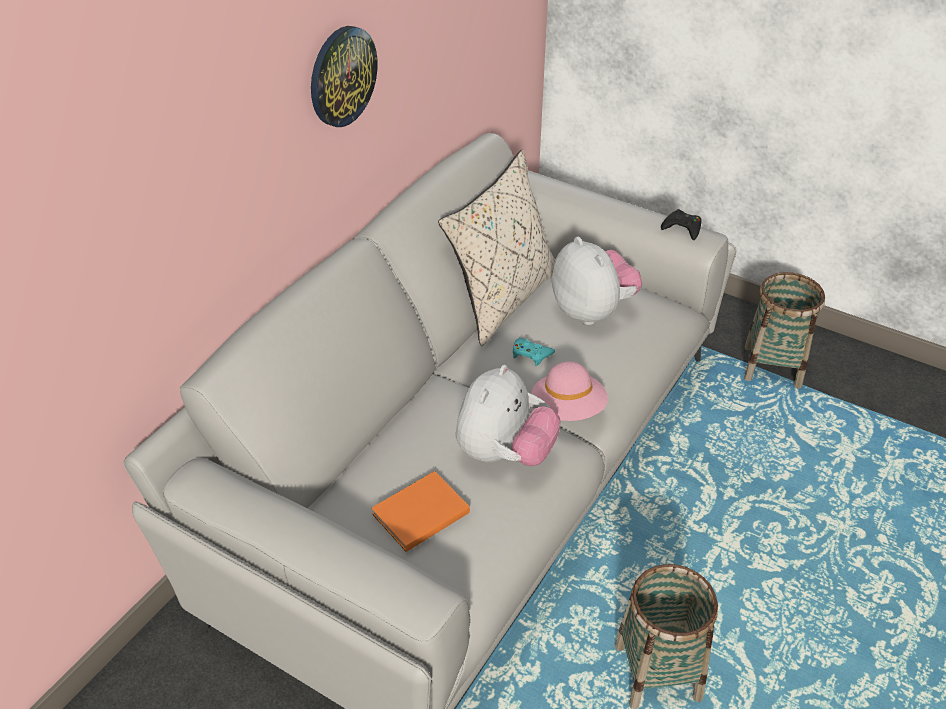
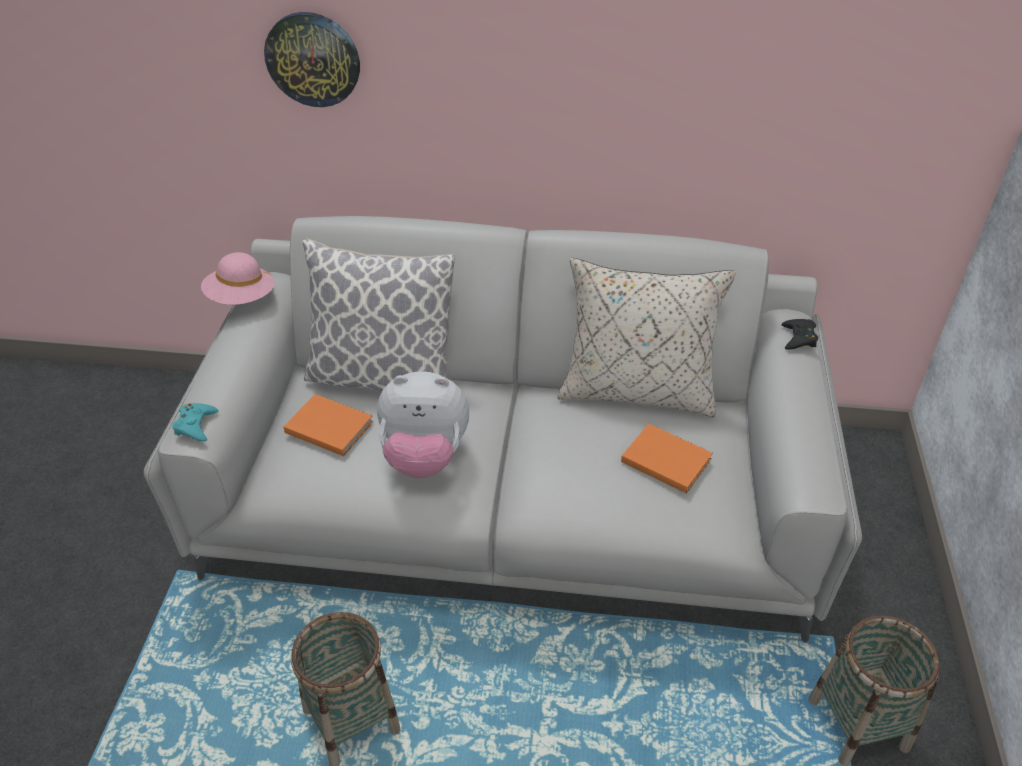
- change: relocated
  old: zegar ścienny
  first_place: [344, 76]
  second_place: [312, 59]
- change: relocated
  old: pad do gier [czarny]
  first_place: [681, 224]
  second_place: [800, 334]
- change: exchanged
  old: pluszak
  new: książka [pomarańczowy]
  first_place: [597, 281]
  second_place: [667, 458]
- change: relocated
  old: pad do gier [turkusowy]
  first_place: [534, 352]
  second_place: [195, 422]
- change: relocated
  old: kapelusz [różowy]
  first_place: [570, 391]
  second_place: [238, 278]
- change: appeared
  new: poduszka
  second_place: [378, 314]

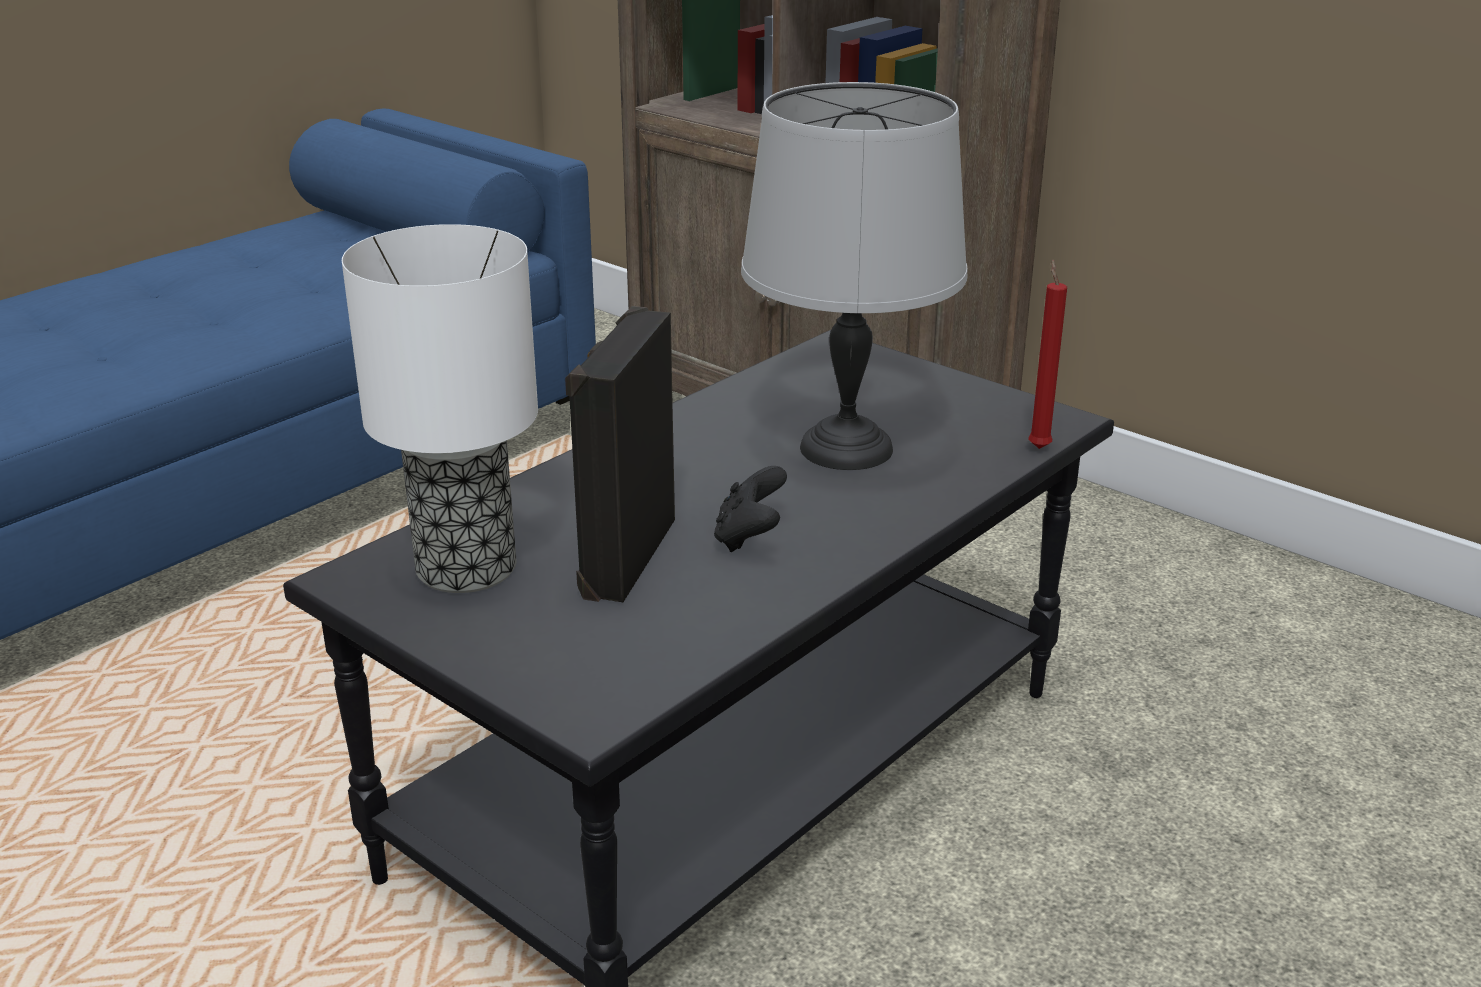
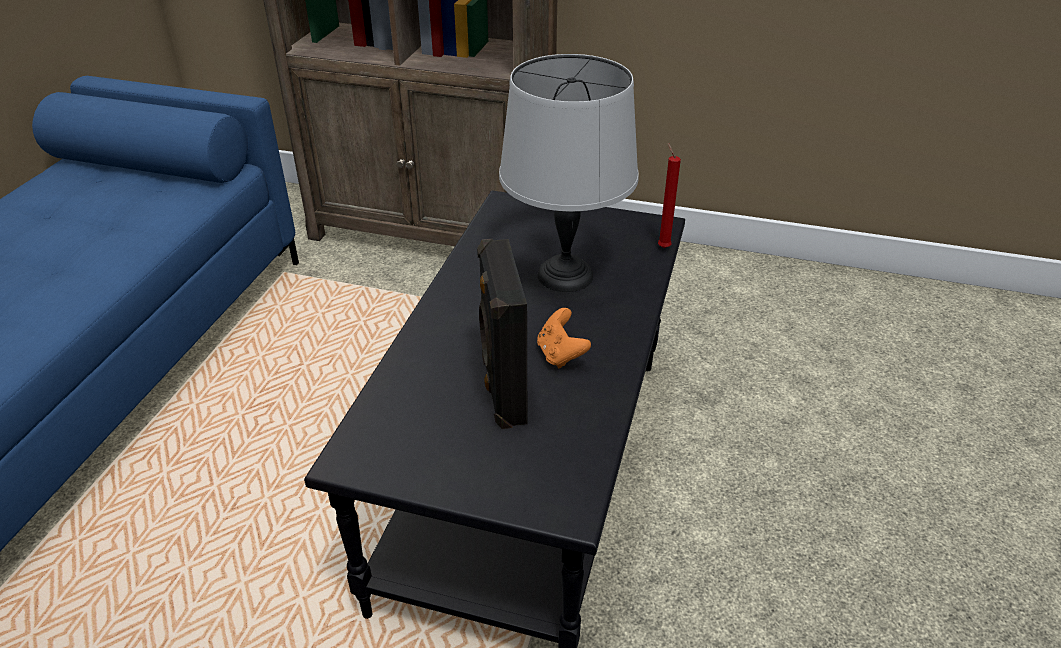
- change: missing
  old: lampa stołowa
  first_place: [440, 408]
- change: colour
  old: pad do gier [czarny]
  new: pad do gier [pomarańczowy]
  first_place: [750, 509]
  second_place: [564, 338]

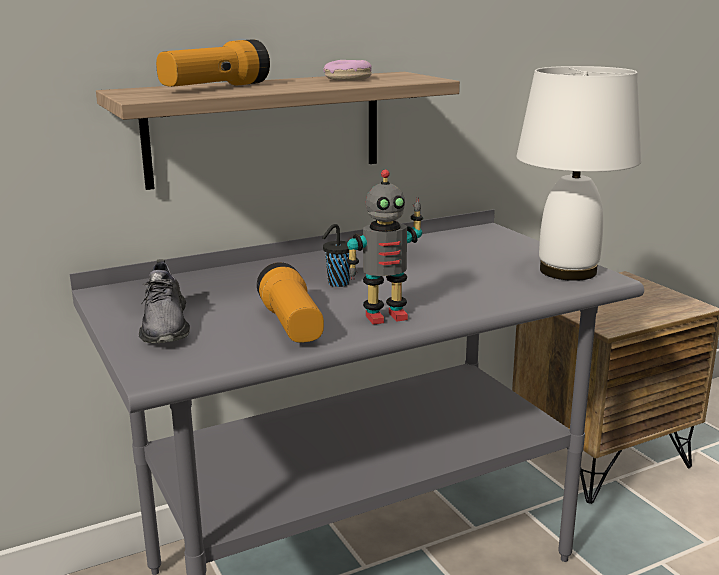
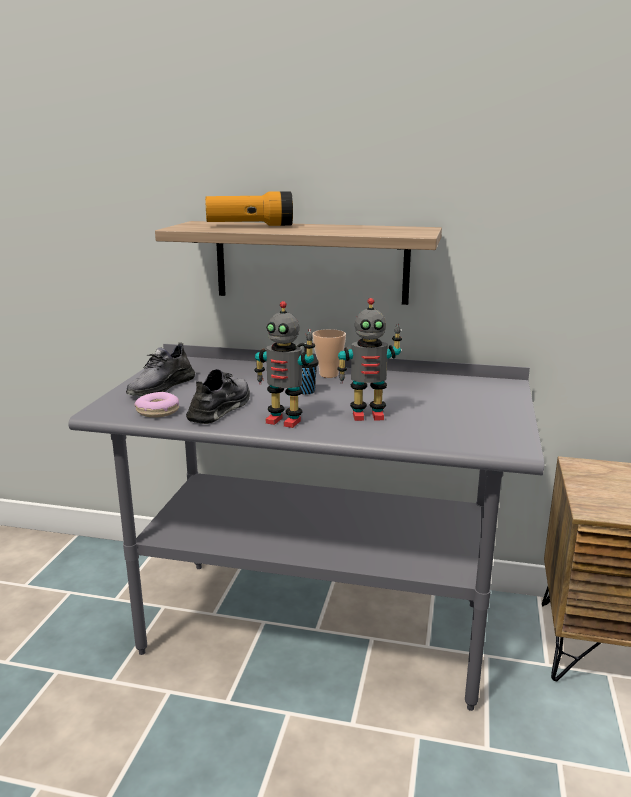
- change: relocated
  old: donut
  first_place: [347, 70]
  second_place: [156, 405]
- change: missing
  old: lampa stołowa [biały]
  first_place: [578, 173]
- change: exchanged
  old: latarka
  new: but [szary]
  first_place: [290, 302]
  second_place: [218, 396]
- change: appeared
  new: robot zabawkowy
  second_place: [369, 359]
- change: appeared
  new: filiżanka
  second_place: [329, 353]

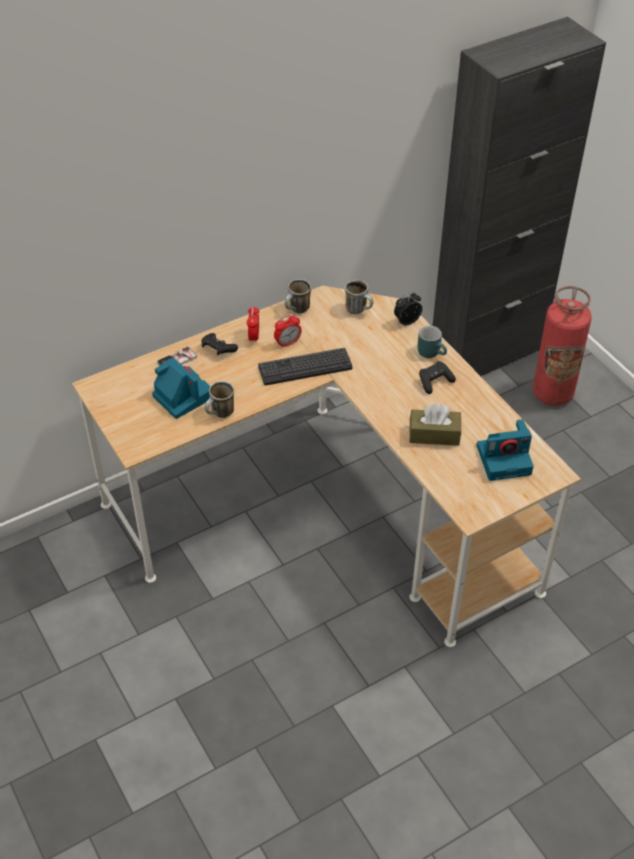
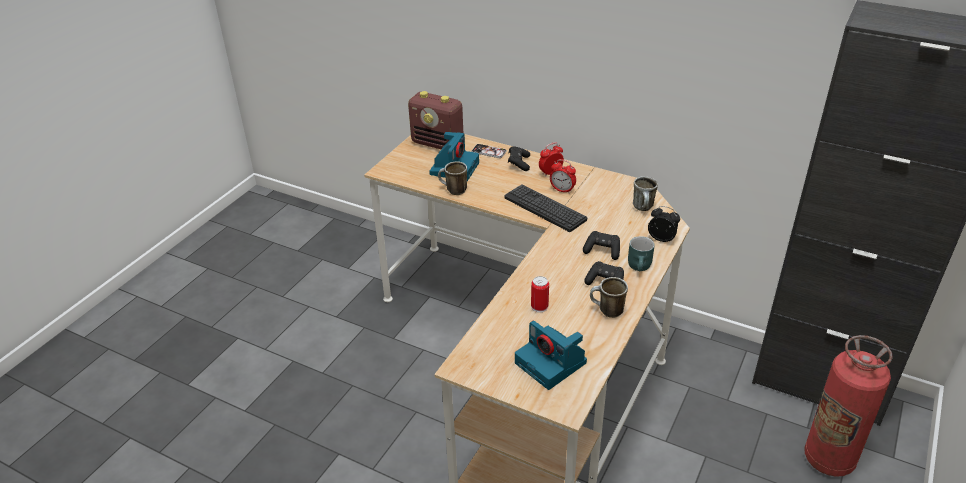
- change: relocated
  old: kubek
  first_place: [298, 296]
  second_place: [609, 297]
- change: exchanged
  old: pudełko chusteczek [brązowy]
  new: puszka
  first_place: [435, 425]
  second_place: [540, 294]
- change: appeared
  new: radio
  second_place: [435, 120]
- change: appeared
  new: pad do gier [czarny]
  second_place: [601, 245]

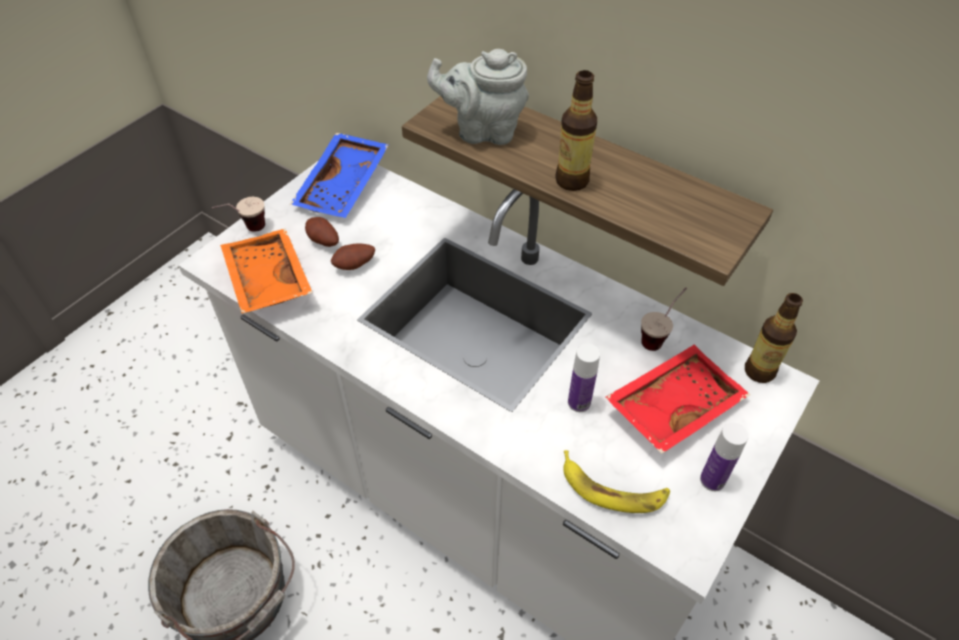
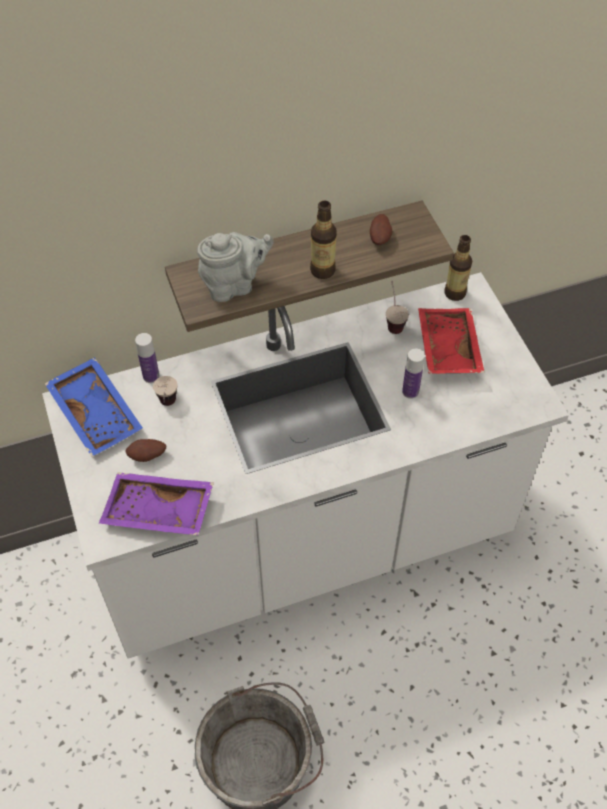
- change: spun
  old: imbryk [szary]
  first_place: [478, 97]
  second_place: [235, 267]
  degrees: -150
- change: relocated
  old: filiżanka
  first_place: [238, 214]
  second_place: [165, 391]
- change: colour
  old: taca [pomarańczowy]
  new: taca [fioletowy]
  first_place: [266, 271]
  second_place: [156, 504]
- change: relocated
  old: ziemniak
  first_place: [353, 256]
  second_place: [381, 229]
- change: relocated
  old: butelka
  first_place: [724, 457]
  second_place: [147, 358]
- change: missing
  old: banan
  first_place: [616, 481]

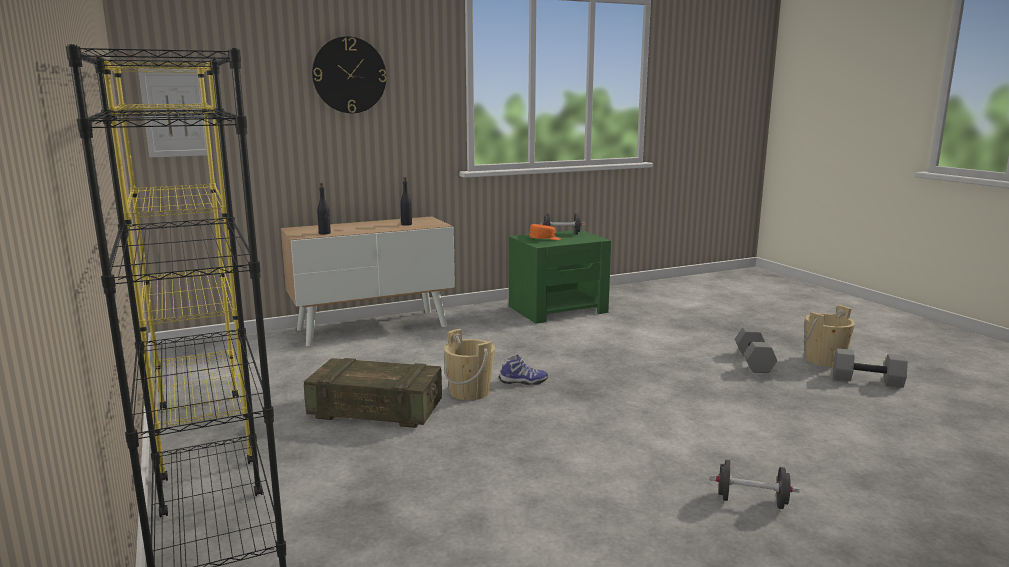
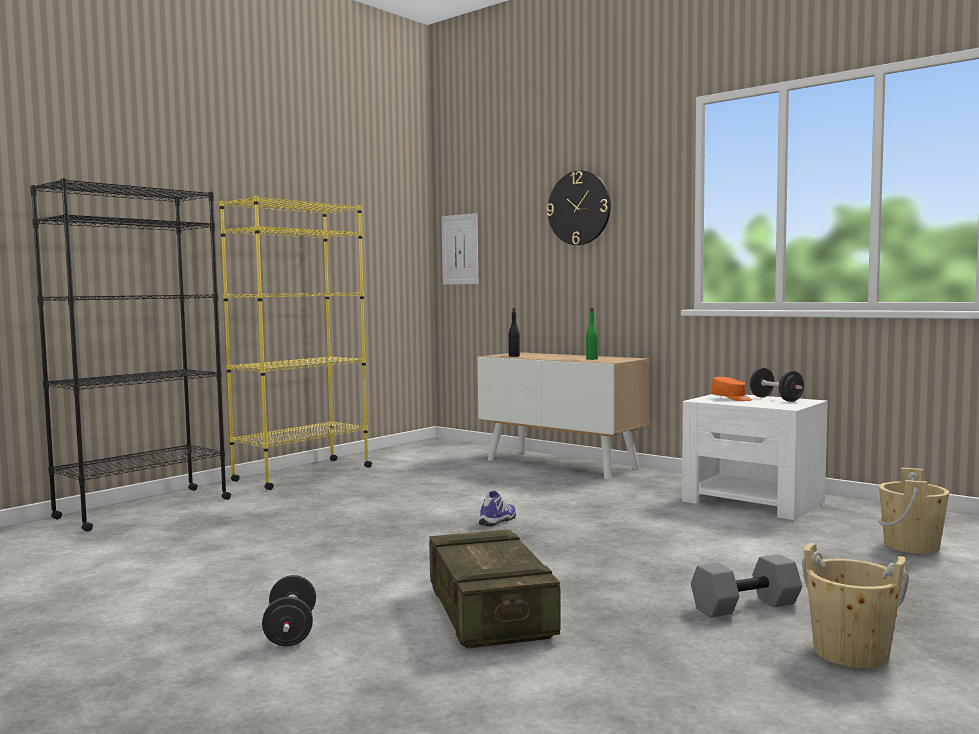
- change: colour
  old: butelka [czarny]
  new: butelka [zielony]
  first_place: [406, 201]
  second_place: [592, 334]
- change: colour
  old: szafka nocna [zielony]
  new: szafka nocna [biały]
  first_place: [560, 276]
  second_place: [755, 457]
- change: relocated
  old: wiadro [beżowy]
  first_place: [469, 364]
  second_place: [913, 511]
- change: missing
  old: hantel [szary]
  first_place: [870, 368]
- change: spun
  old: but
  first_place: [523, 370]
  second_place: [497, 509]
  degrees: -120
- change: relocated
  old: skrzynka
  first_place: [373, 393]
  second_place: [495, 589]

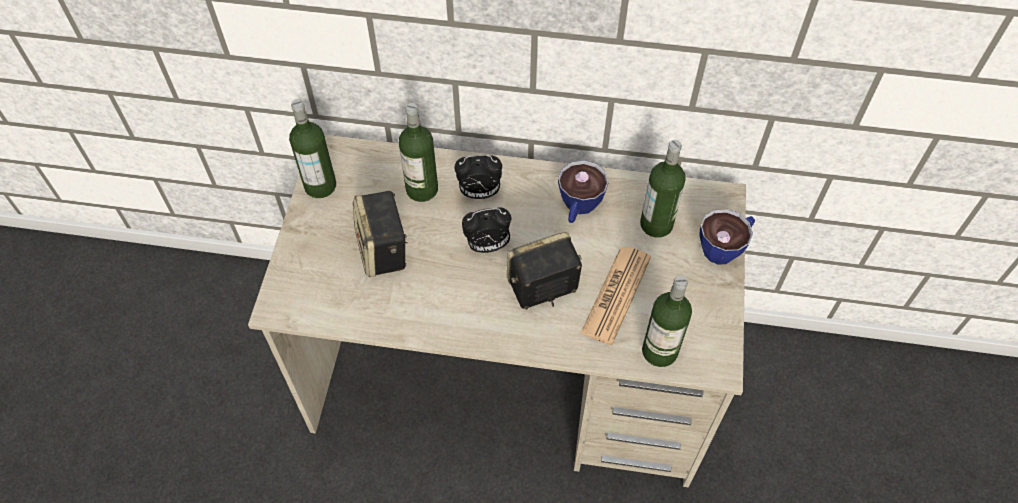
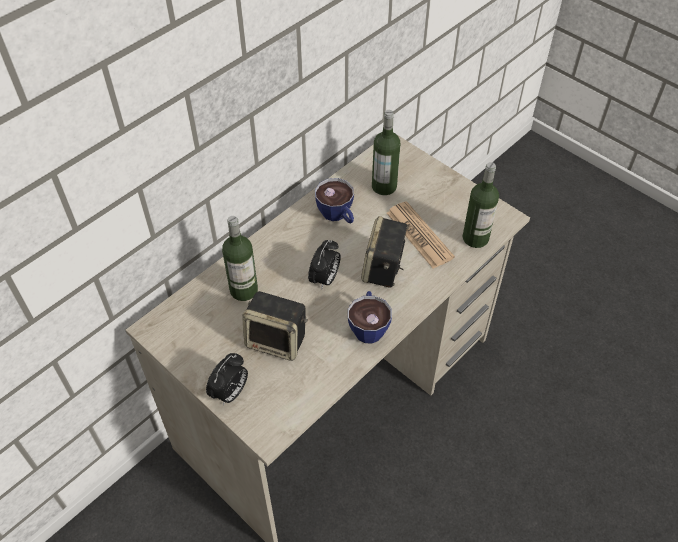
- change: missing
  old: butelka
  first_place: [312, 148]
- change: relocated
  old: budzik
  first_place: [478, 177]
  second_place: [227, 379]
- change: relocated
  old: filiżanka
  first_place: [727, 237]
  second_place: [370, 317]

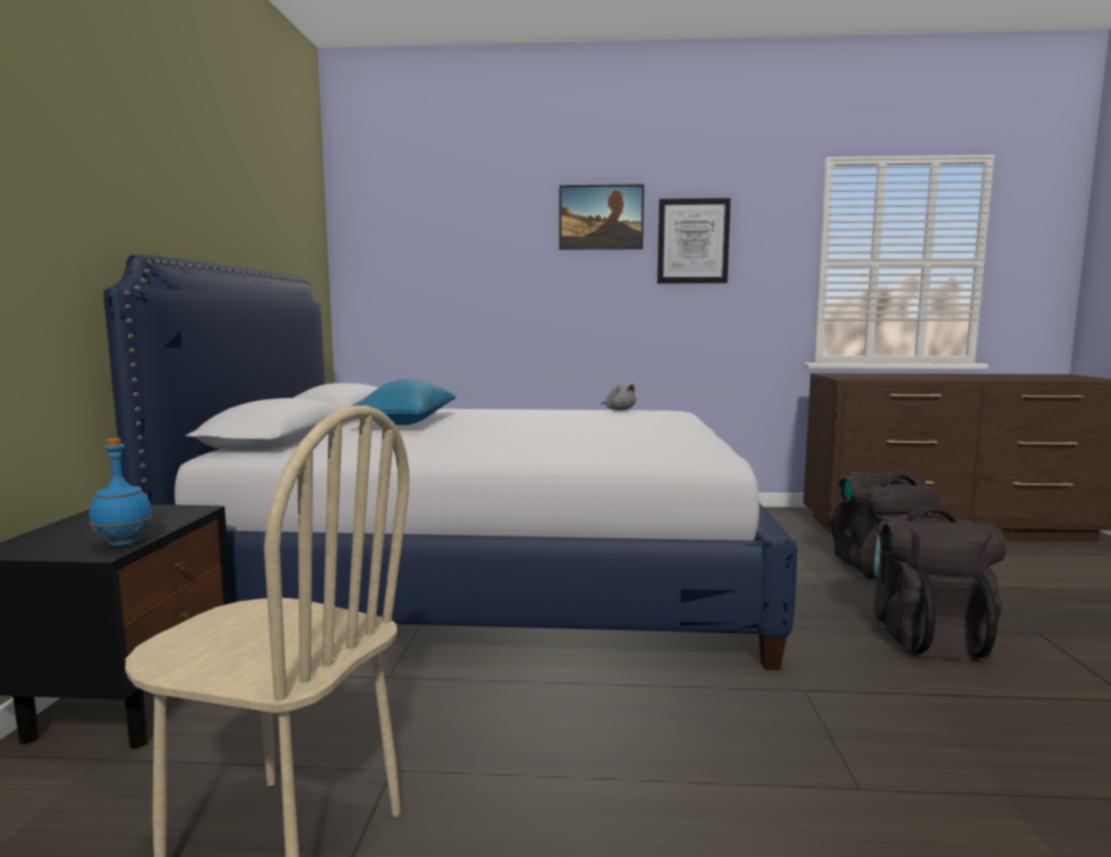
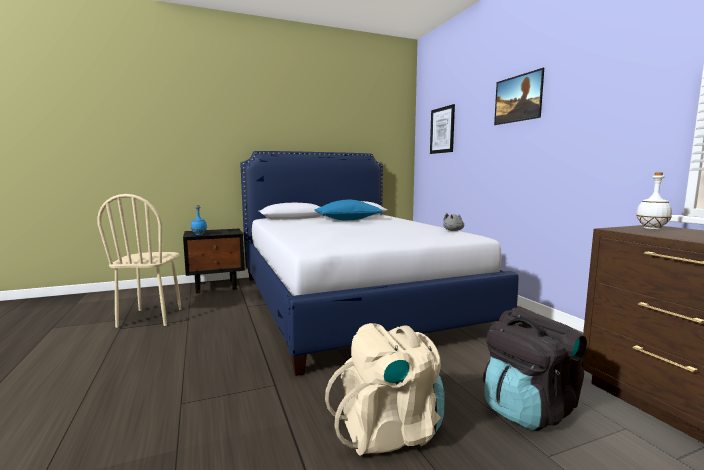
- change: relocated
  old: obraz
  first_place: [694, 240]
  second_place: [442, 129]
- change: colour
  old: plecak [czarny]
  new: plecak [beżowy]
  first_place: [940, 583]
  second_place: [384, 389]
- change: appeared
  new: butelka [biały]
  second_place: [654, 201]

